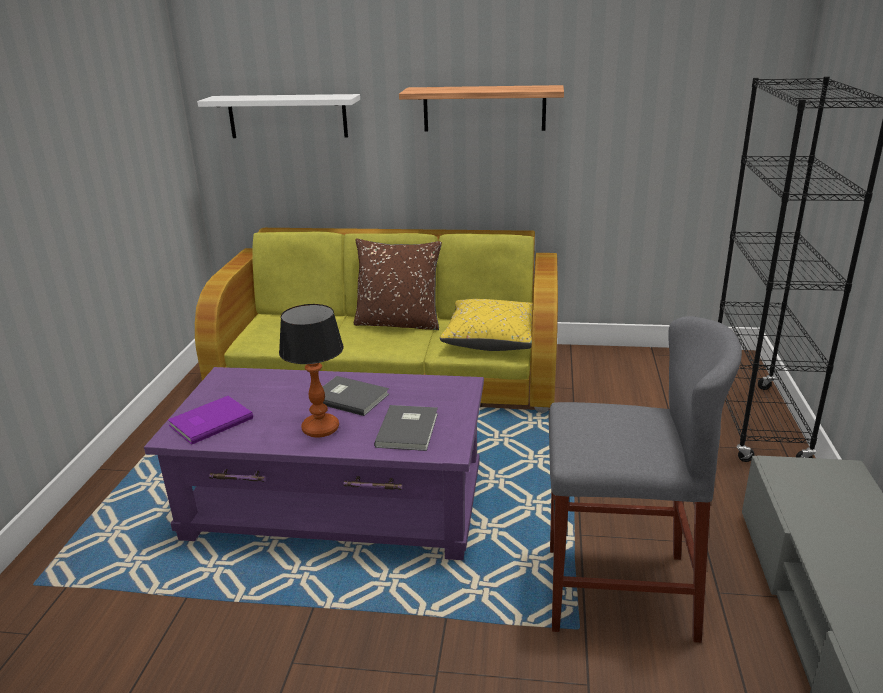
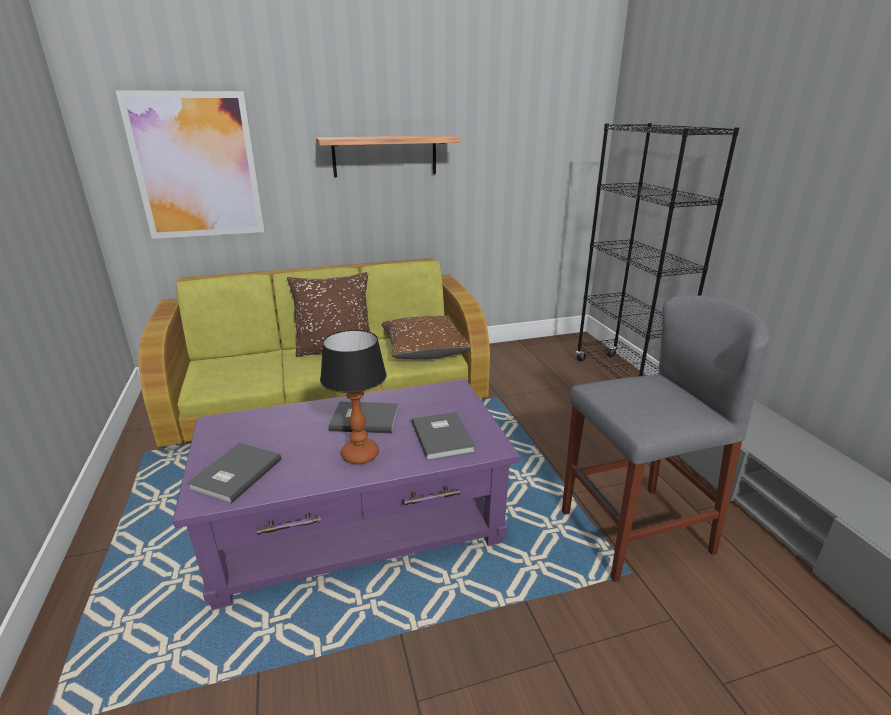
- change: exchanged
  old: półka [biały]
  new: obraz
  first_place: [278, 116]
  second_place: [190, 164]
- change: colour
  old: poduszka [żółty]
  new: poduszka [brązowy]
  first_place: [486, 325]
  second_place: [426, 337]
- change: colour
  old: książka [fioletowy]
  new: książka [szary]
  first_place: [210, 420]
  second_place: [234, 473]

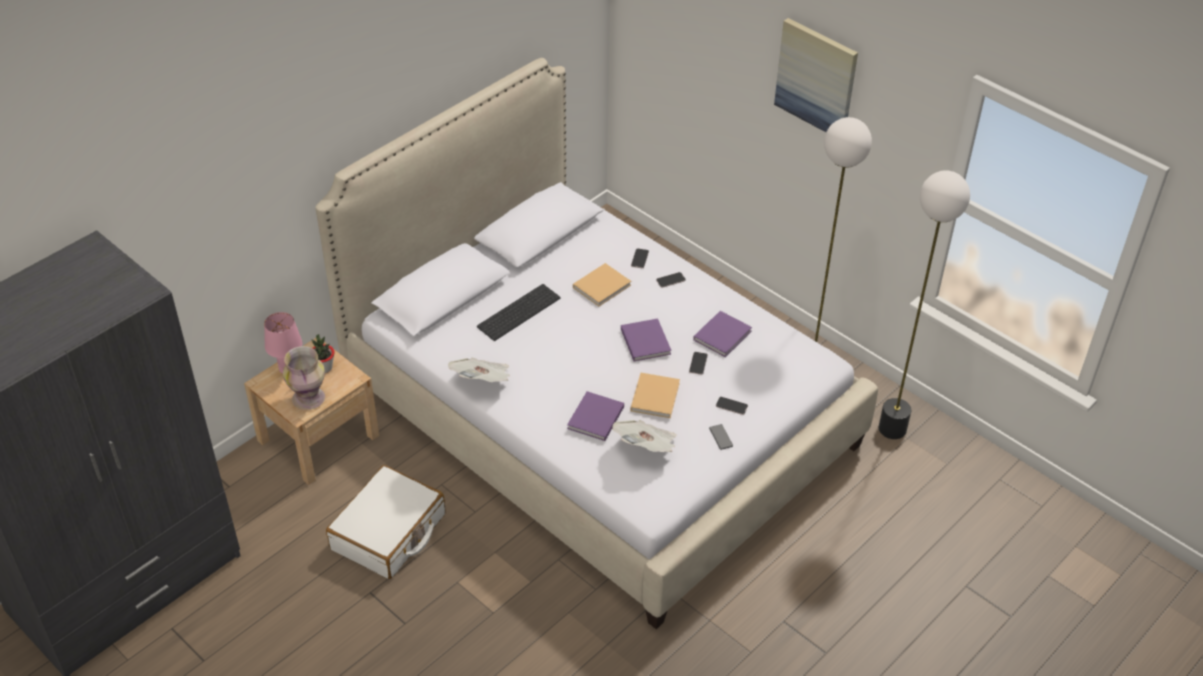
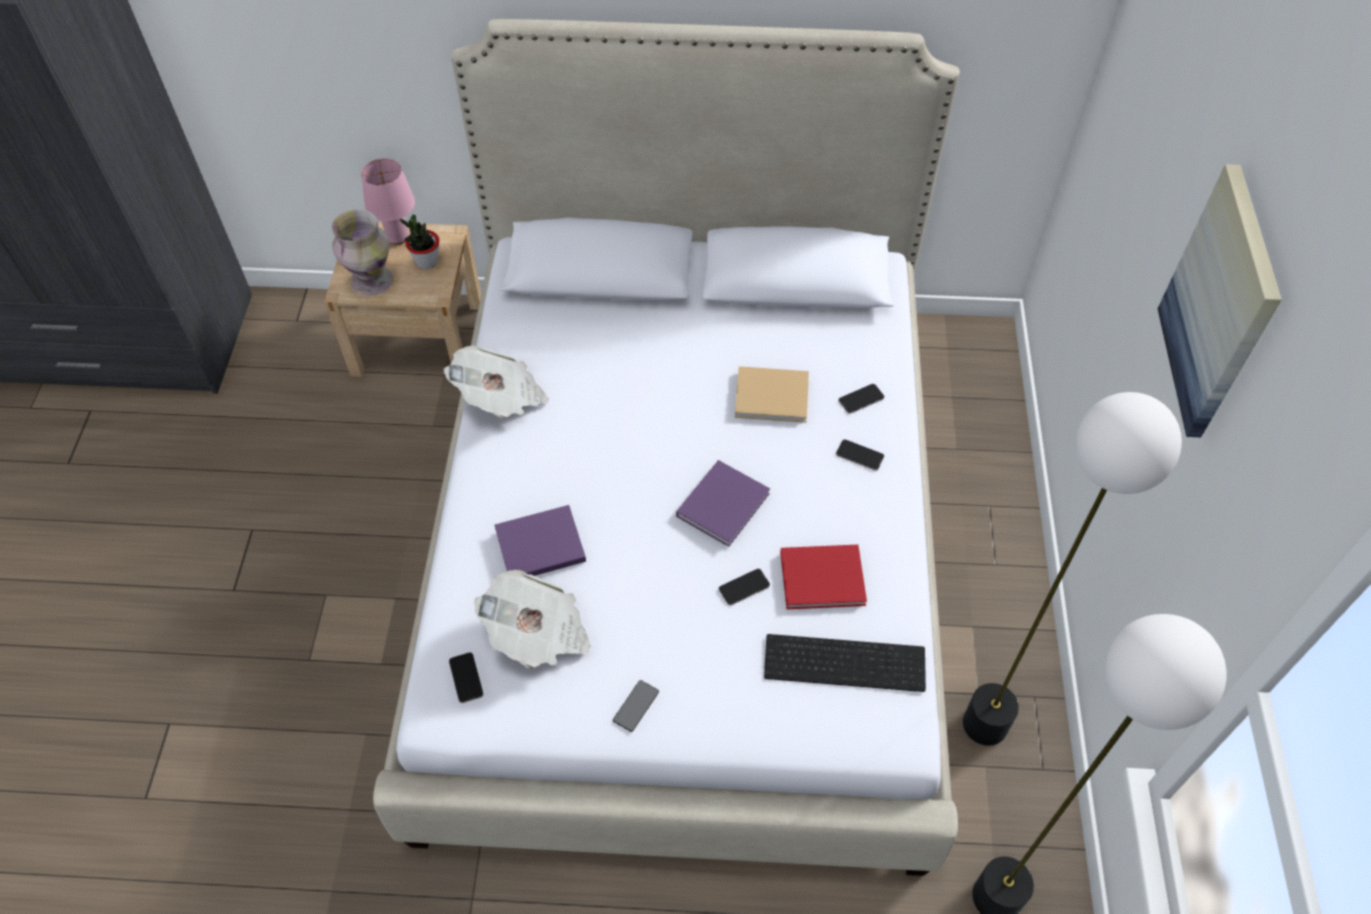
- change: relocated
  old: klawiatura
  first_place: [518, 312]
  second_place: [845, 663]
- change: colour
  old: książka [fioletowy]
  new: książka [czerwony]
  first_place: [722, 334]
  second_place: [823, 577]
- change: missing
  old: książka [beżowy]
  first_place: [655, 395]
- change: relocated
  old: telefon
  first_place: [732, 406]
  second_place: [466, 677]
- change: missing
  old: walizka [biały]
  first_place: [385, 522]

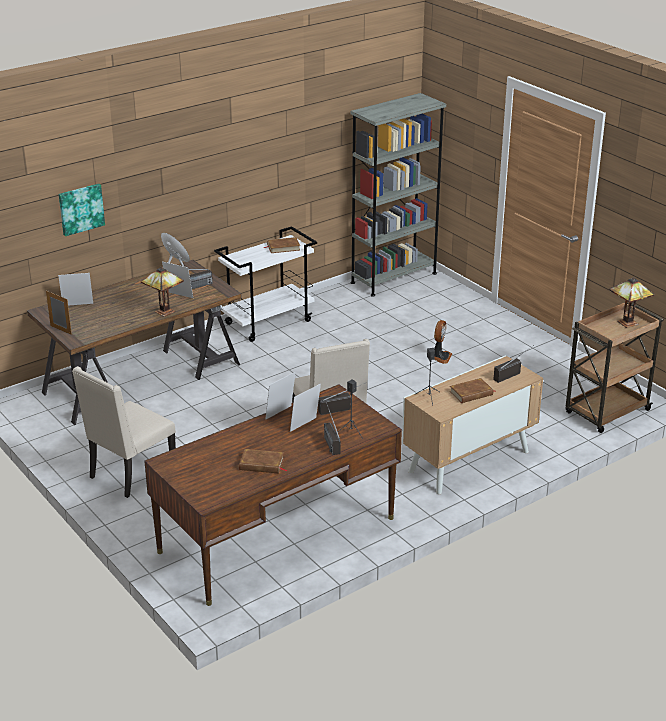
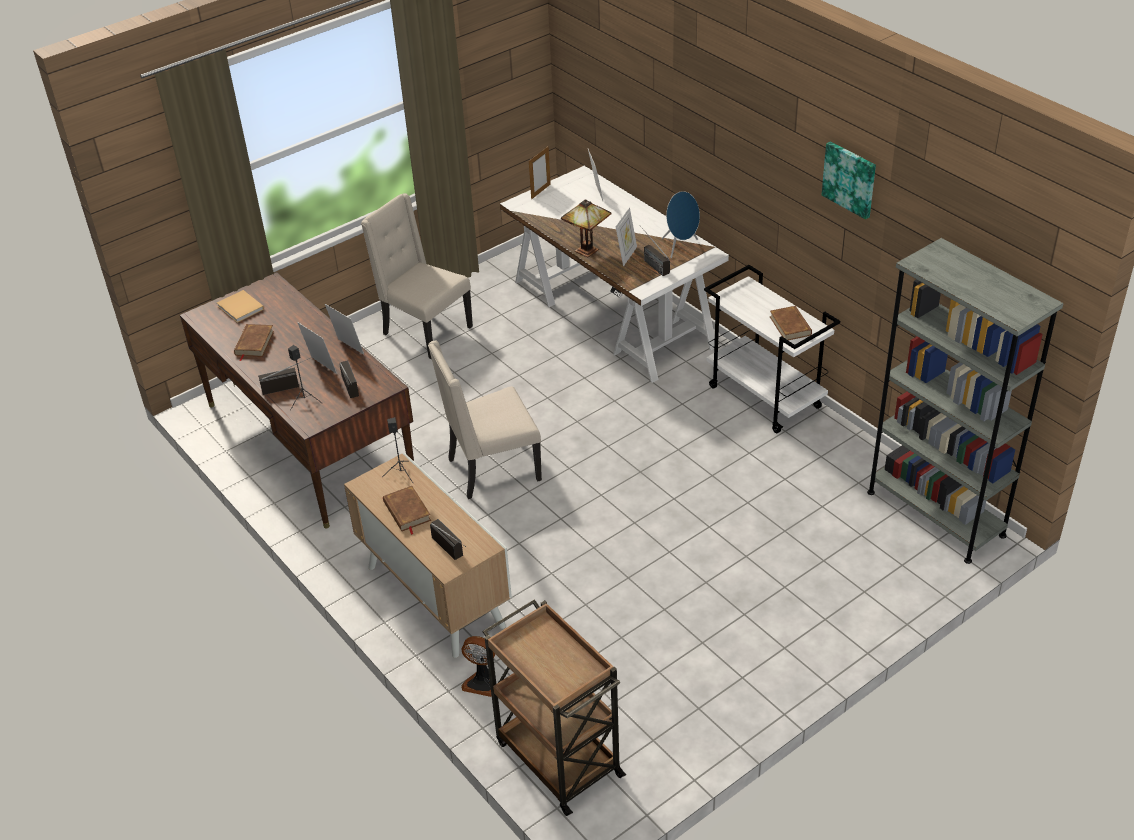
- change: relocated
  old: obraz
  first_place: [82, 210]
  second_place: [849, 180]
- change: colour
  old: biurko [brązowy]
  new: biurko [biały]
  first_place: [134, 342]
  second_place: [614, 274]
- change: missing
  old: lampa stołowa
  first_place: [631, 302]
- change: relocated
  old: wentylator
  first_place: [443, 342]
  second_place: [478, 666]
- change: appeared
  new: książka [beżowy]
  second_place: [240, 306]

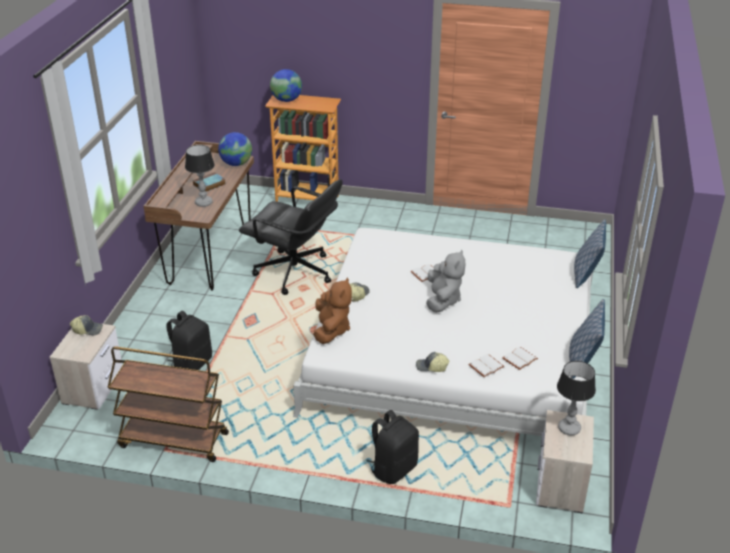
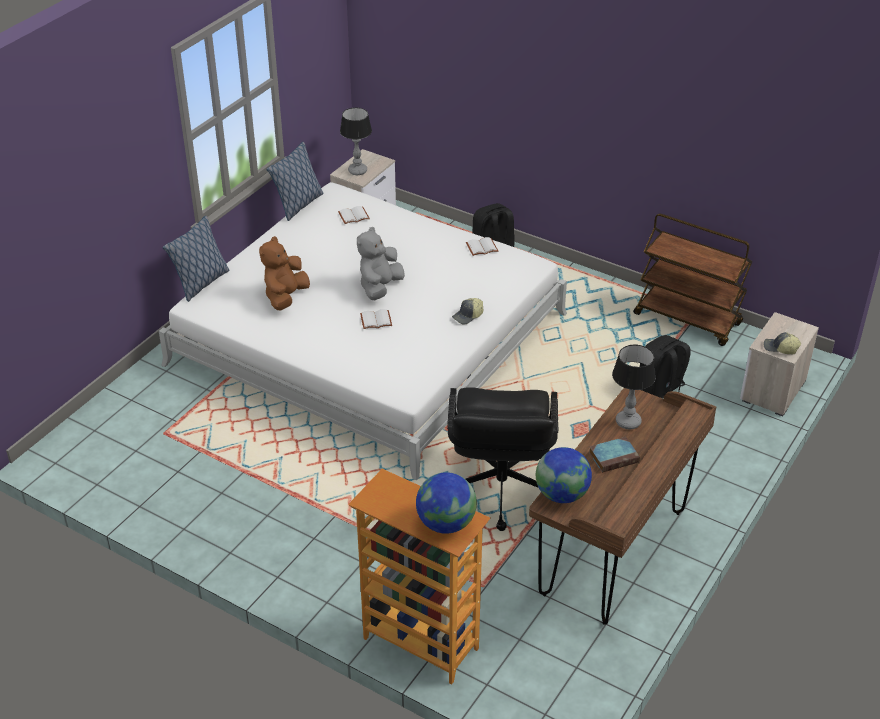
- change: spun
  old: krzesło biurowe [czarny]
  first_place: [291, 237]
  second_place: [502, 459]
  degrees: -135
- change: relocated
  old: pluszak [brązowy]
  first_place: [332, 310]
  second_place: [284, 273]
- change: missing
  old: czapka z daszkiem
  first_place: [432, 362]
- change: relocated
  old: książka [biały]
  first_place: [486, 365]
  second_place: [482, 246]

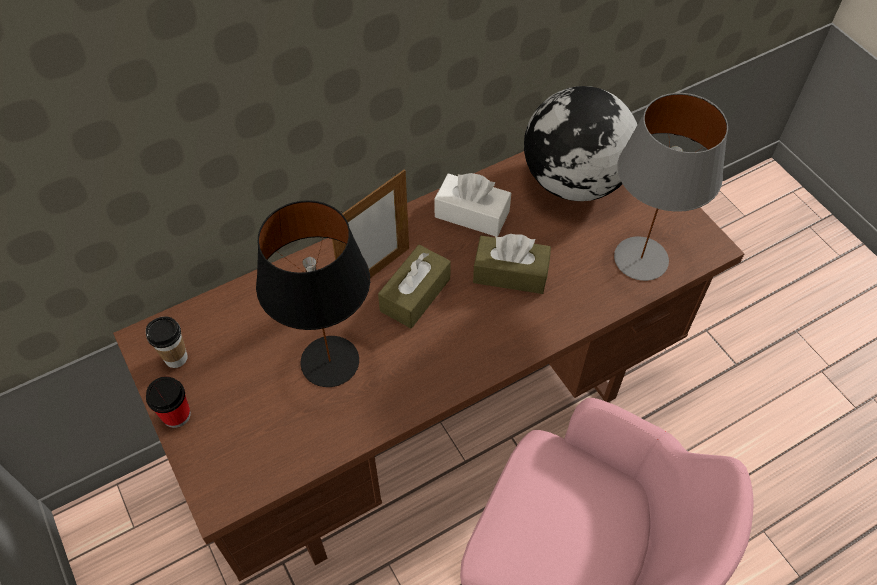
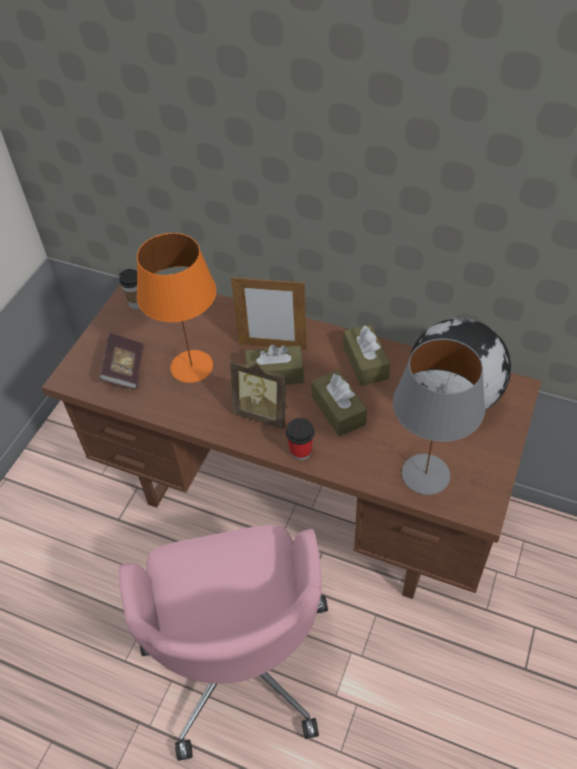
- change: colour
  old: pudełko chusteczek [biały]
  new: pudełko chusteczek [brązowy]
  first_place: [473, 205]
  second_place: [366, 355]
- change: colour
  old: lampa stołowa [czarny]
  new: lampa stołowa [pomarańczowy]
  first_place: [313, 293]
  second_place: [176, 308]
- change: relocated
  old: filiżanka
  first_place: [168, 402]
  second_place: [300, 439]
- change: appeared
  new: książka
  second_place: [121, 361]
- change: appeared
  new: ramka na zdjęcie
  second_place: [258, 394]

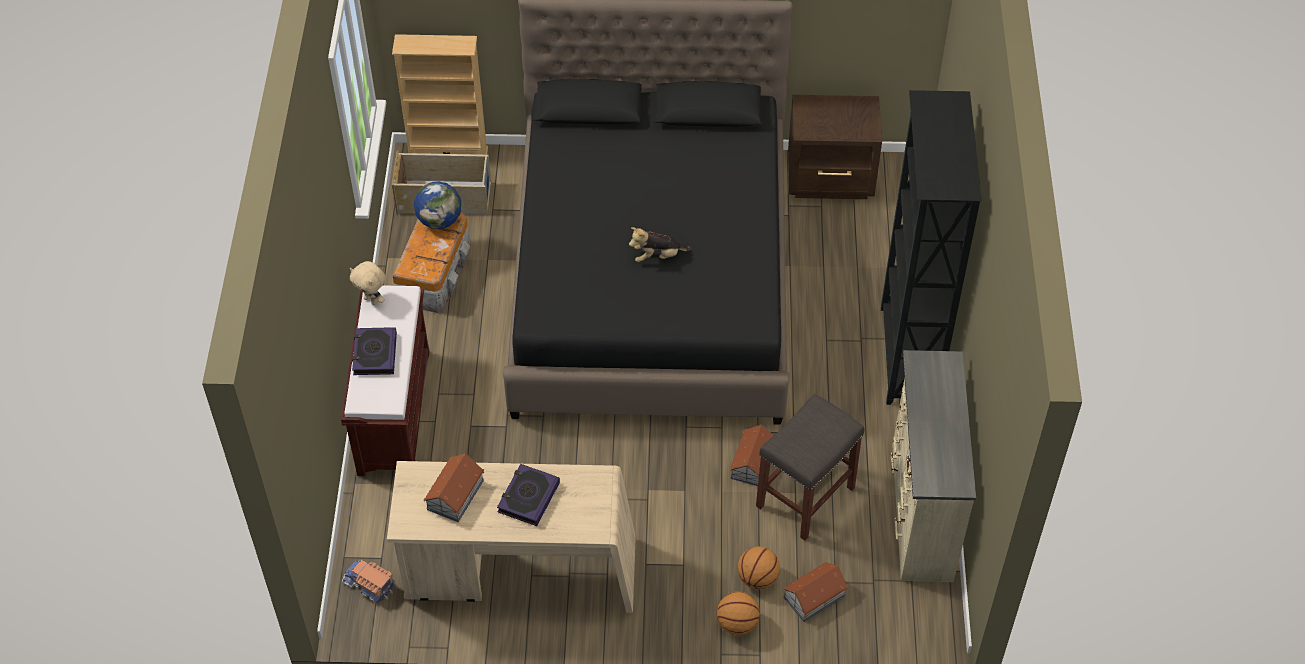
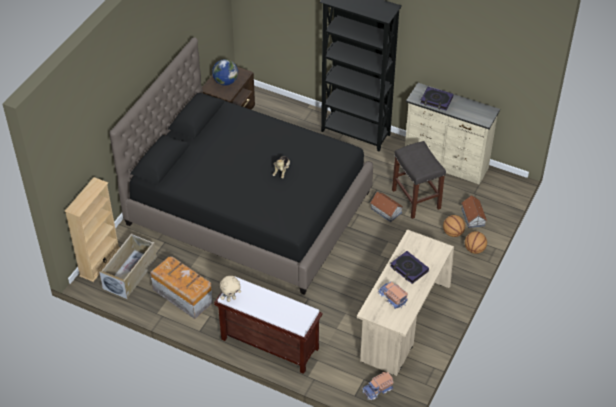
- change: relocated
  old: globus
  first_place: [437, 205]
  second_place: [225, 72]
- change: relocated
  old: książka
  first_place: [374, 351]
  second_place: [437, 98]
- change: exchanged
  old: domek
  new: ciężarówka zabawkowa
  first_place: [454, 488]
  second_place: [392, 295]

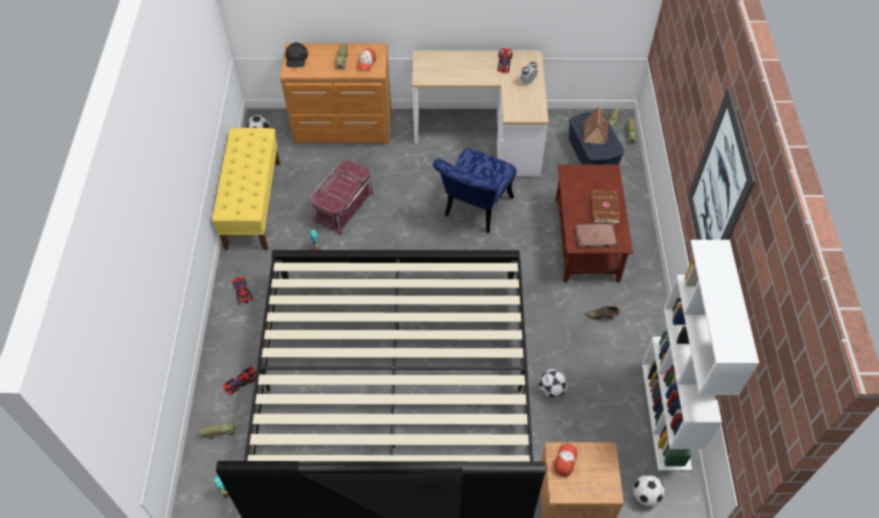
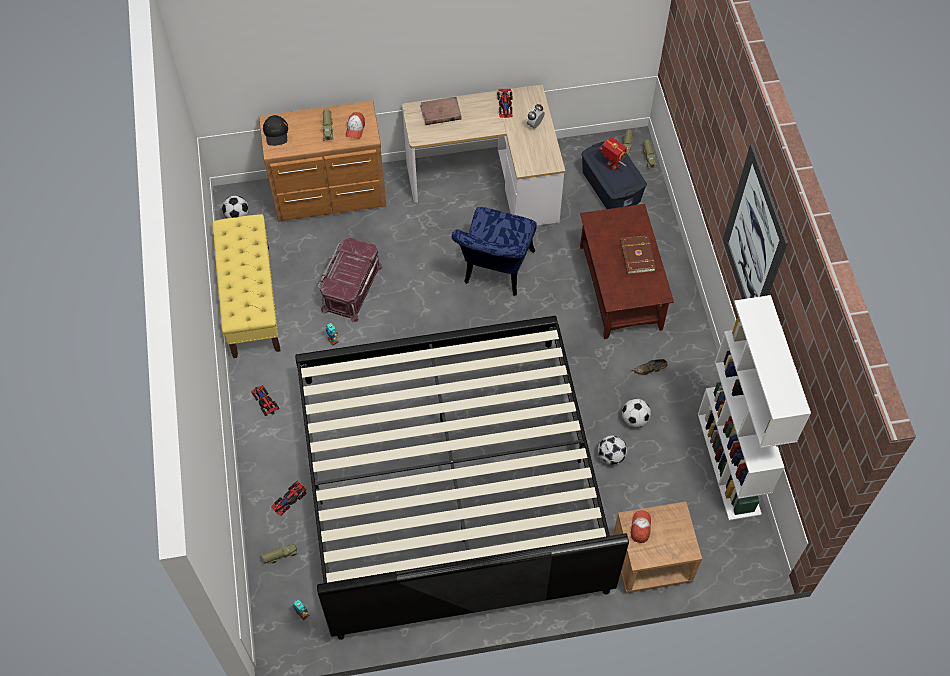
- change: exchanged
  old: domek
  new: robot zabawkowy
  first_place: [596, 125]
  second_place: [613, 154]
- change: relocated
  old: książka [brązowy]
  first_place: [595, 236]
  second_place: [441, 111]
- change: relocated
  old: piłka futbolowa
  first_place: [649, 491]
  second_place: [636, 413]

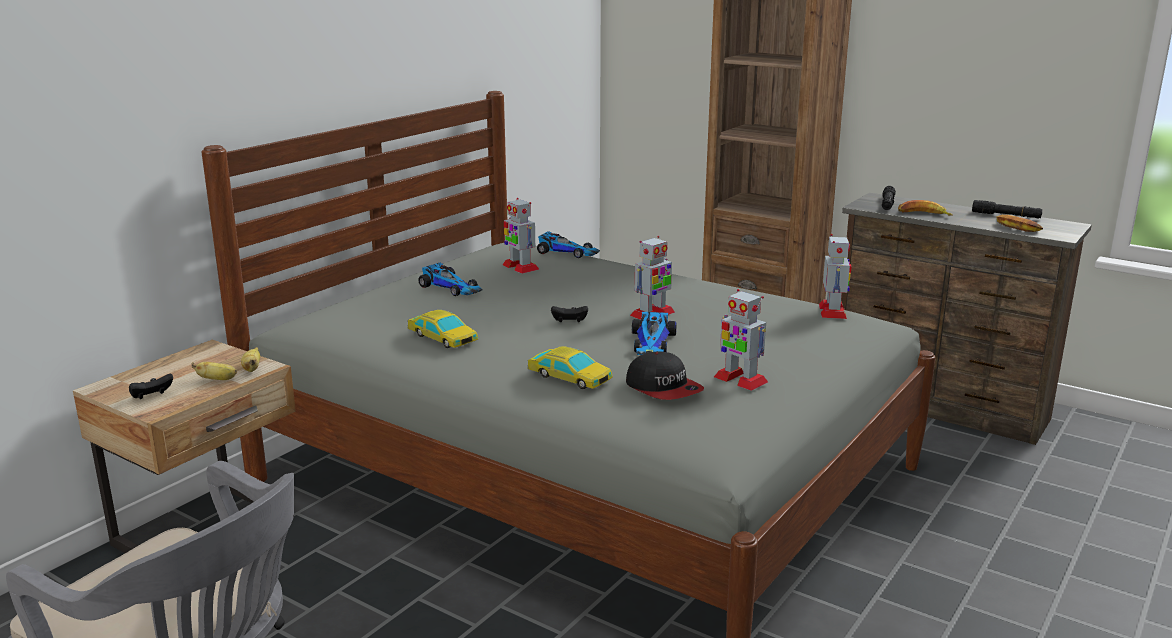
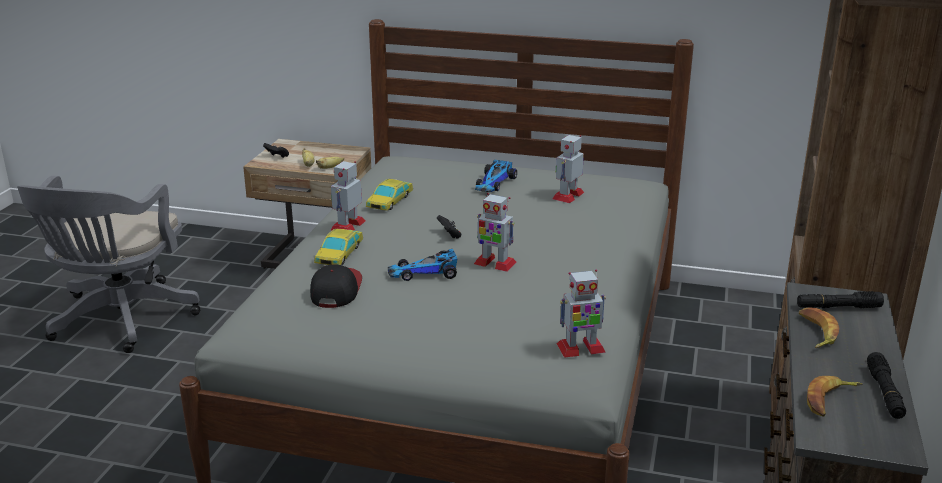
- change: missing
  old: samochodzik
  first_place: [568, 244]
- change: relocated
  old: robot zabawkowy
  first_place: [741, 340]
  second_place: [347, 196]
- change: spun
  old: czapka z daszkiem
  first_place: [665, 375]
  second_place: [336, 286]
  degrees: 150

